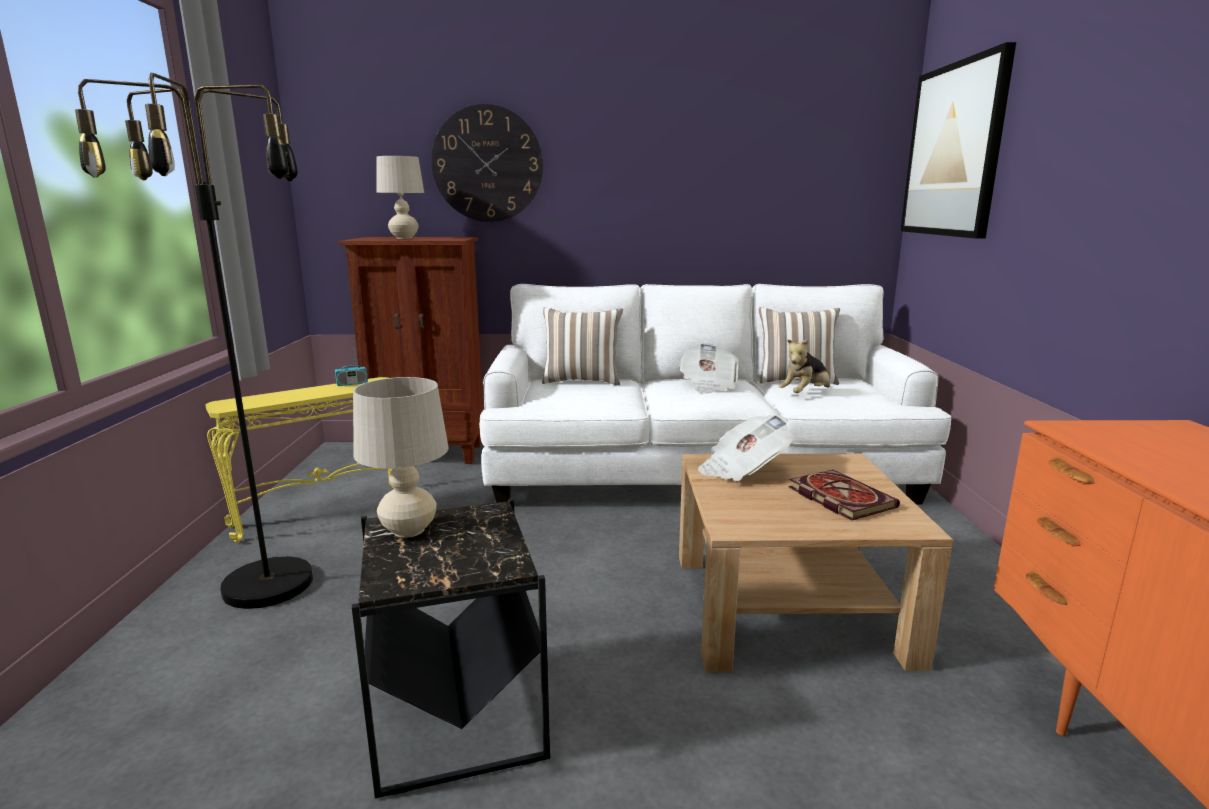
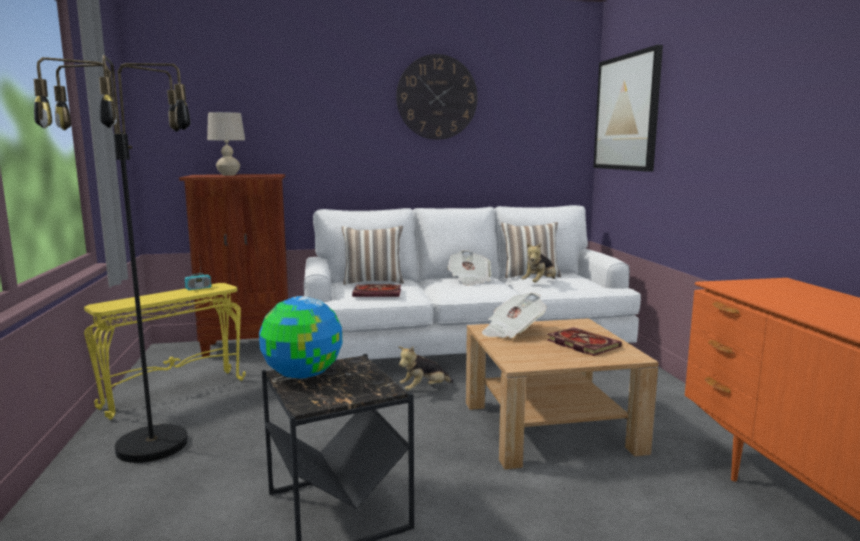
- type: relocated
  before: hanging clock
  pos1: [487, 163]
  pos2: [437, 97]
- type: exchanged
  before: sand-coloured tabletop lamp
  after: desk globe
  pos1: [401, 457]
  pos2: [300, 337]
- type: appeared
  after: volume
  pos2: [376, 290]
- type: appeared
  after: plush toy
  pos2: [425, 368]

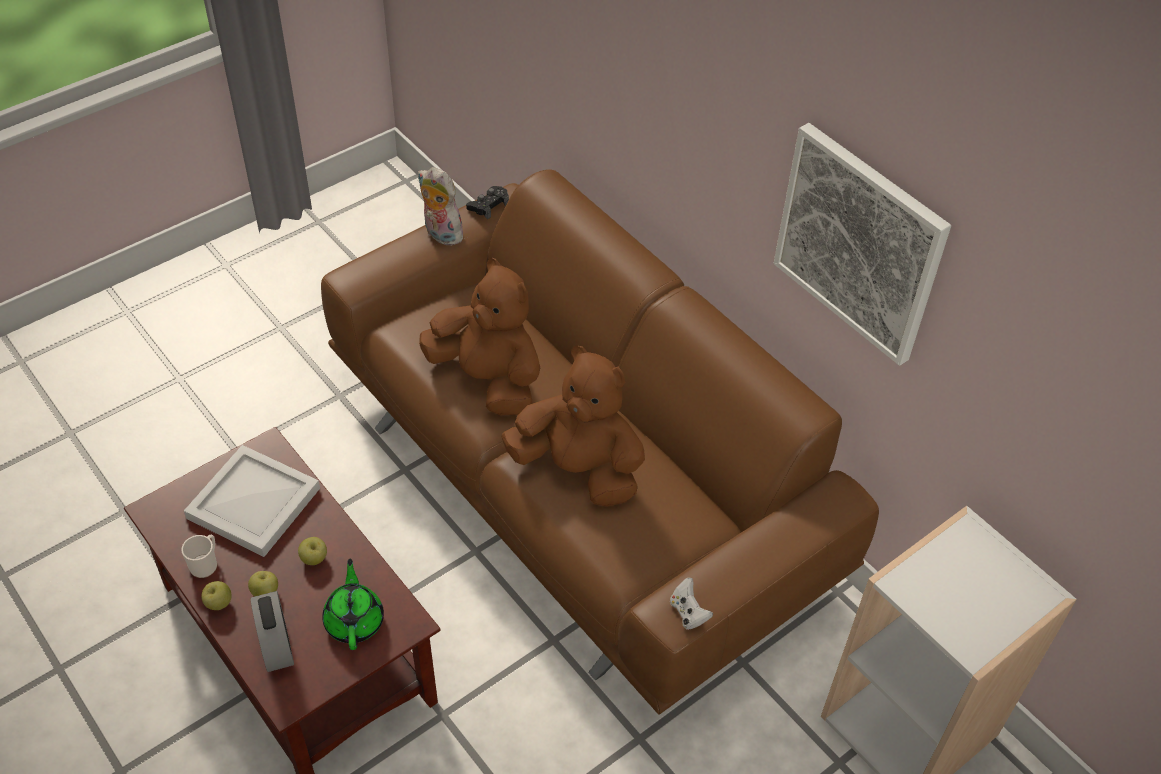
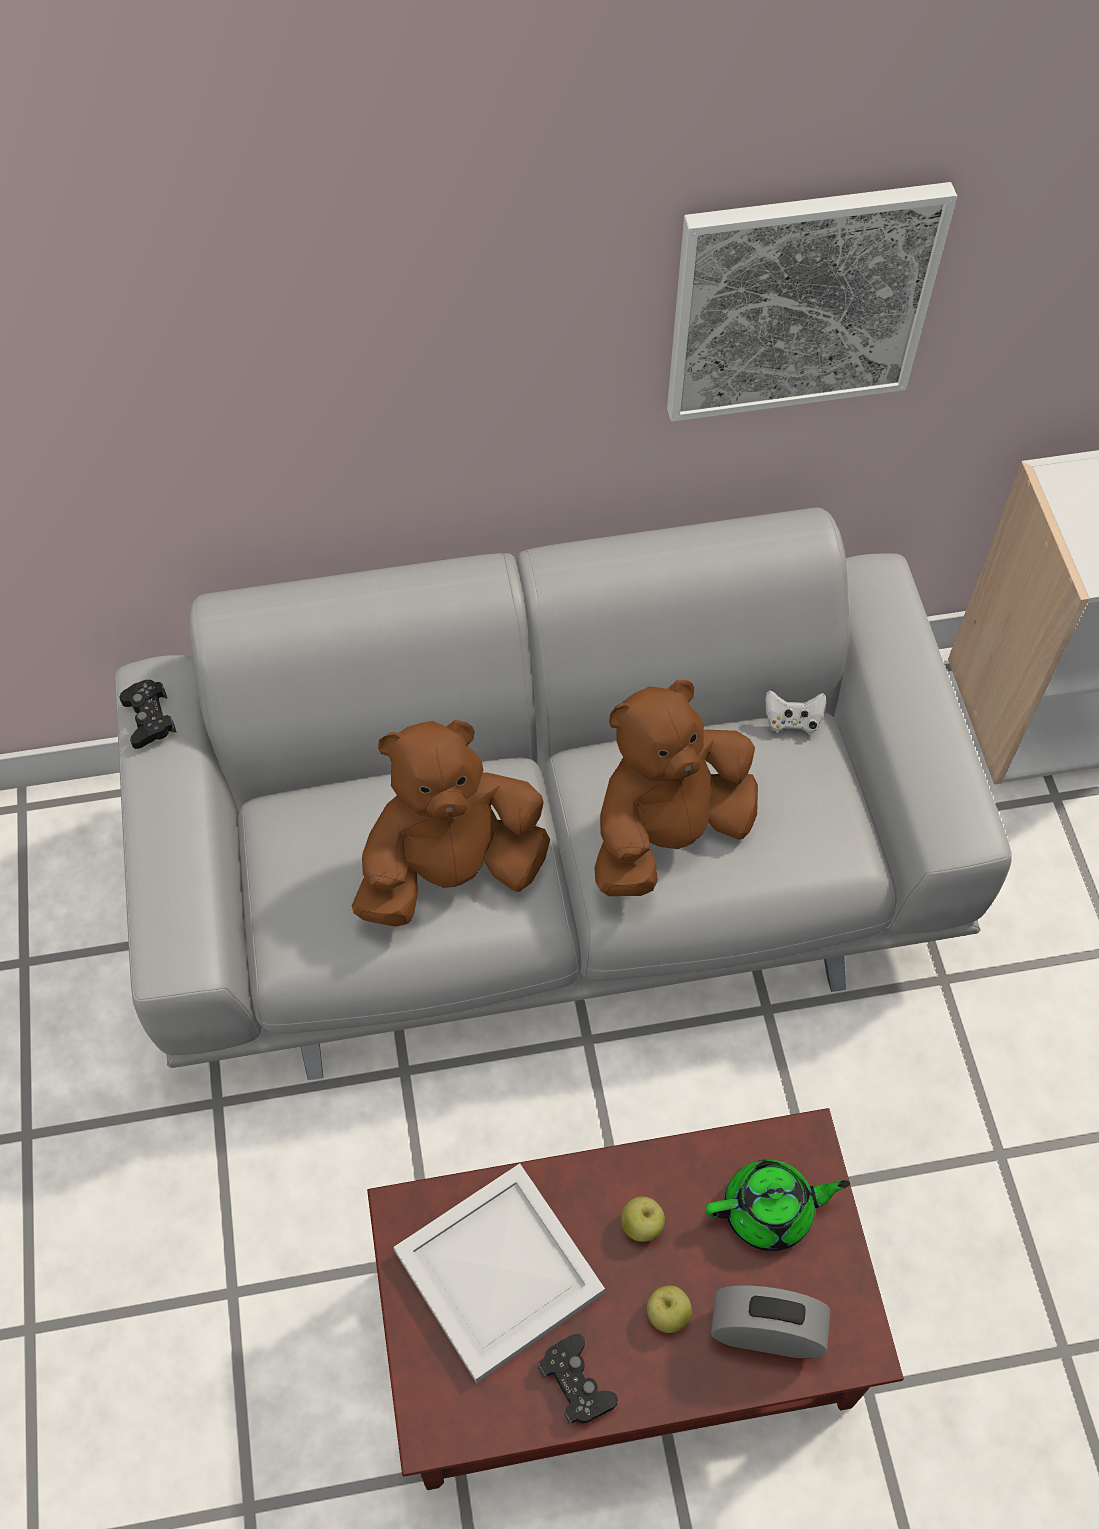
- type: missing
  before: plush toy
  pos1: [441, 206]
- type: colour
  before: brown couch
  after: gray couch
  pos1: [600, 442]
  pos2: [563, 794]
- type: exchanged
  before: coffee mug
  after: black gamepad
  pos1: [199, 556]
  pos2: [578, 1379]
- type: spun
  before: greenish teapot
  pos1: [353, 604]
  pos2: [777, 1205]
  turn: 150
- type: relocated
  before: white-coloured gamepad
  pos1: [691, 604]
  pos2: [795, 711]
- type: missing
  before: apple
  pos1: [216, 595]

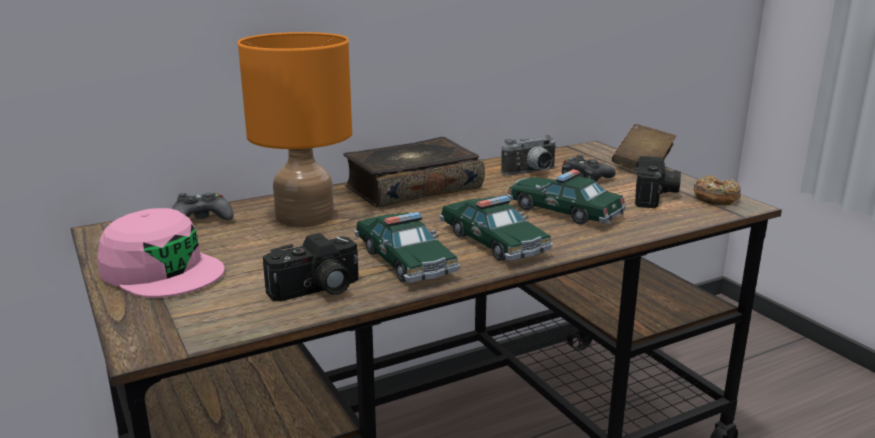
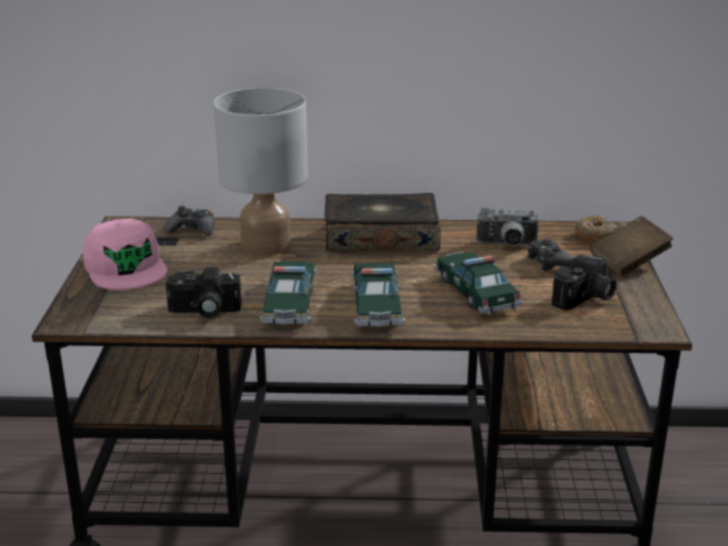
- type: colour
  before: orange tabletop lamp
  after: gray tabletop lamp
  pos1: [295, 129]
  pos2: [261, 171]
- type: relocated
  before: ring doughnut
  pos1: [717, 190]
  pos2: [596, 229]

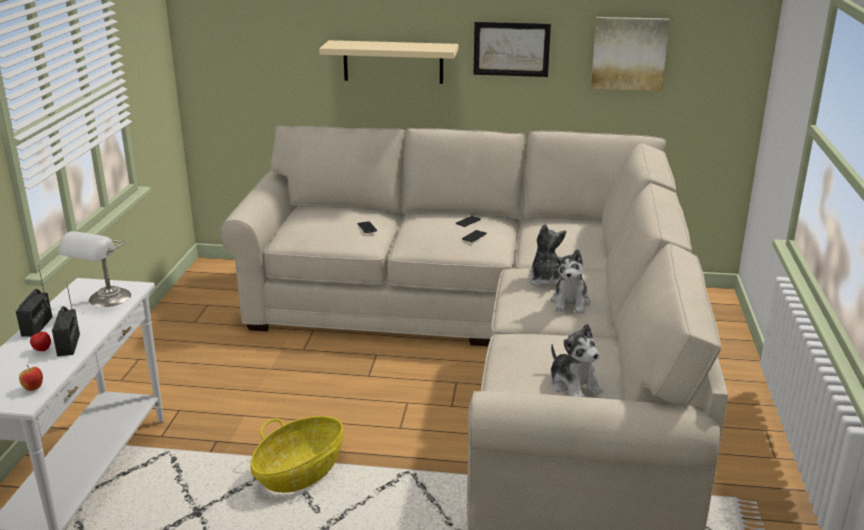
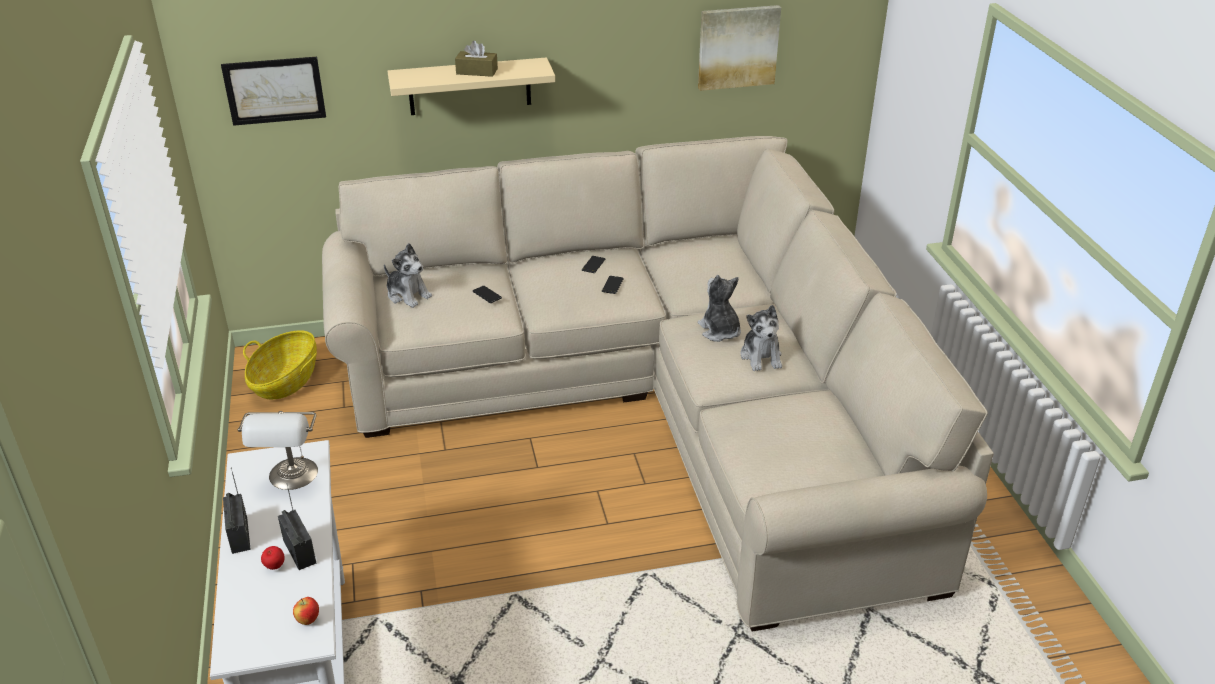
- type: relocated
  before: picture
  pos1: [512, 49]
  pos2: [273, 91]
- type: relocated
  before: plush toy
  pos1: [576, 360]
  pos2: [408, 275]
- type: relocated
  before: household basket
  pos1: [296, 454]
  pos2: [280, 364]
- type: appeared
  after: brown tissue box
  pos2: [476, 59]

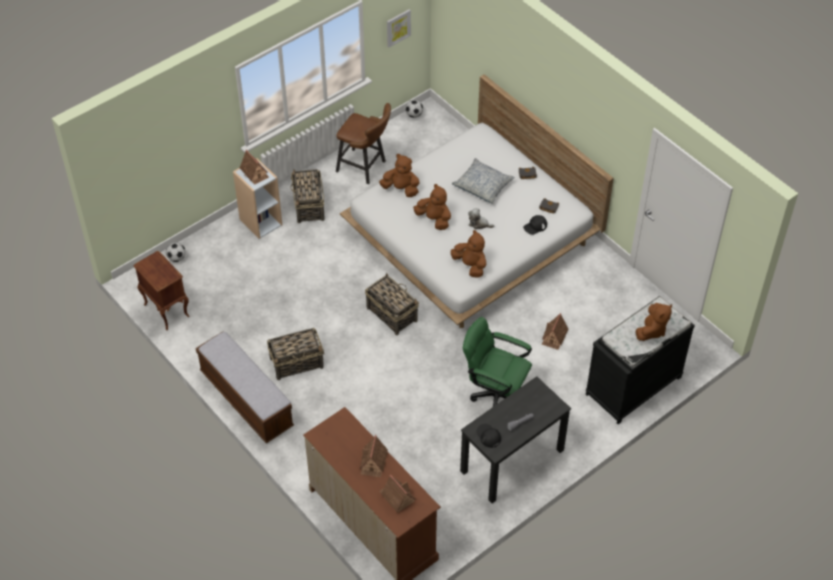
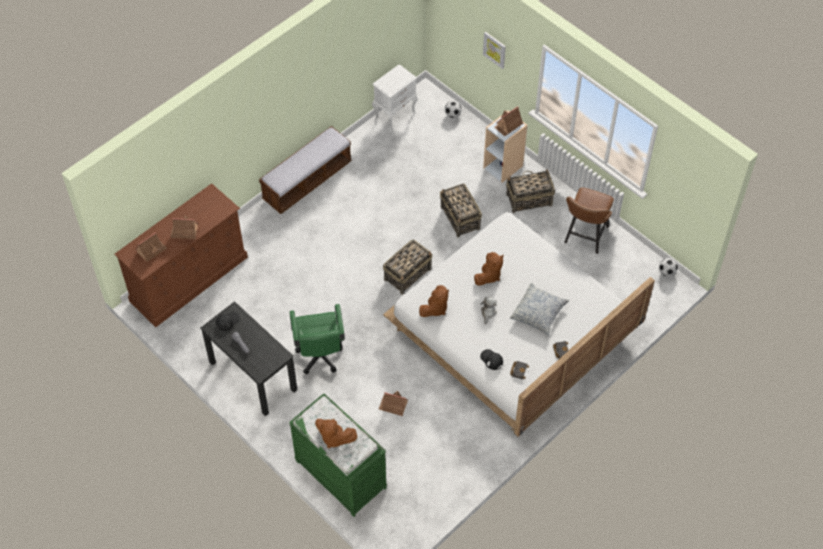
- type: relocated
  before: picture
  pos1: [399, 28]
  pos2: [494, 50]
- type: missing
  before: brown plush toy
  pos1: [399, 175]
- type: colour
  before: brown night table
  after: white-coloured night table
  pos1: [162, 290]
  pos2: [395, 99]
- type: colour
  before: black dresser
  after: greenish dresser
  pos1: [640, 360]
  pos2: [338, 455]
- type: spun
  before: greenish computer chair
  pos1: [497, 362]
  pos2: [317, 339]
  turn: 150
- type: relocated
  before: household basket
  pos1: [295, 354]
  pos2: [461, 210]

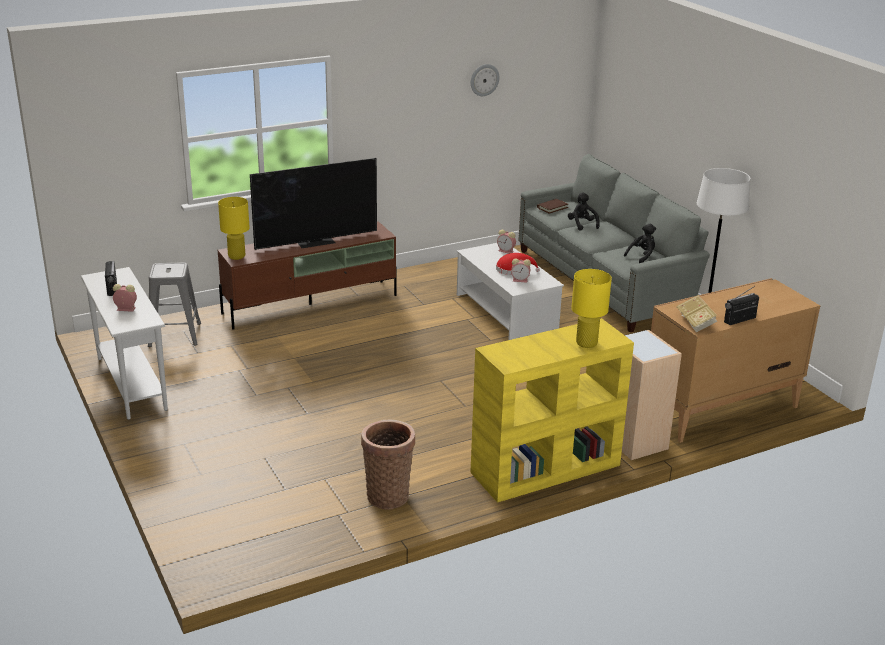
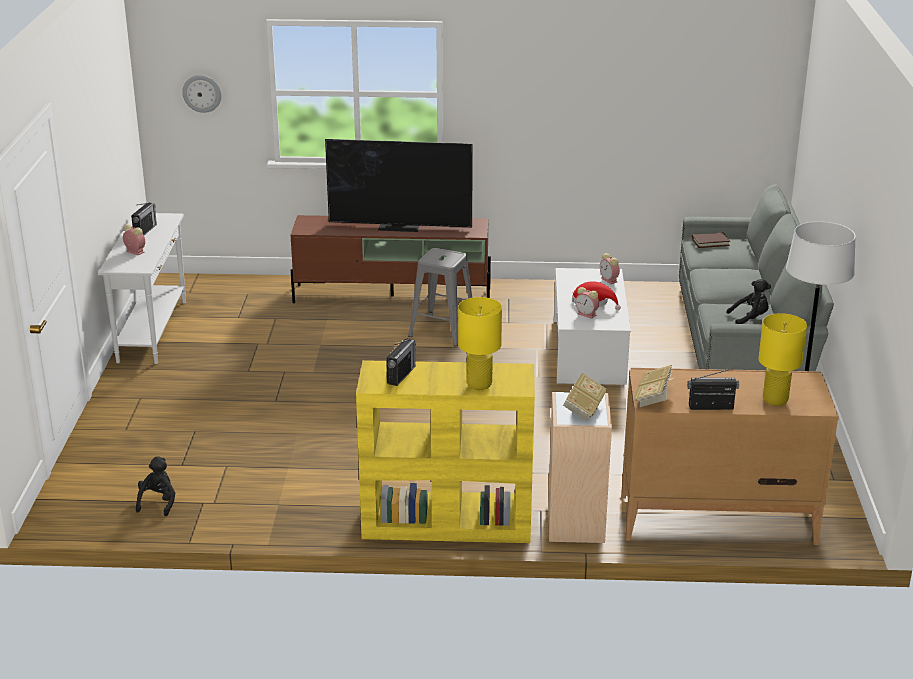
- type: relocated
  before: hanging clock
  pos1: [485, 80]
  pos2: [201, 94]
- type: relocated
  before: black plush toy
  pos1: [584, 211]
  pos2: [155, 486]
- type: relocated
  before: yellow-coloured tabletop lamp
  pos1: [234, 228]
  pos2: [782, 359]
- type: relocated
  before: gray stool seat
  pos1: [174, 304]
  pos2: [440, 297]
- type: missing
  before: household basket
  pos1: [388, 465]
- type: appeared
  after: radio receiver
  pos2: [401, 362]
- type: appeared
  after: volume
  pos2: [585, 397]

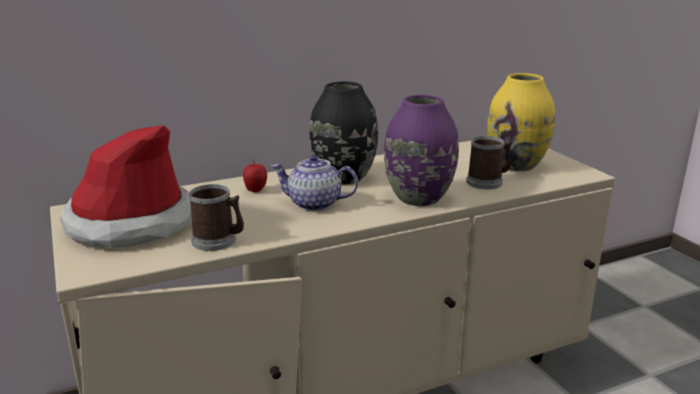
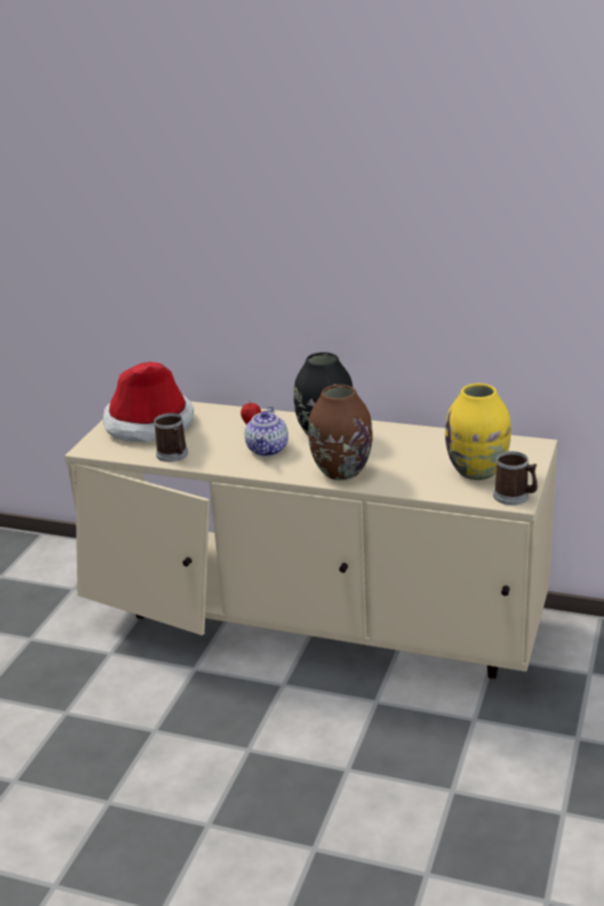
- type: colour
  before: purplish vase
  after: brown vase
  pos1: [421, 150]
  pos2: [340, 432]
- type: relocated
  before: coffee mug
  pos1: [489, 162]
  pos2: [515, 478]
- type: spun
  before: teapot
  pos1: [314, 182]
  pos2: [266, 431]
  turn: -135

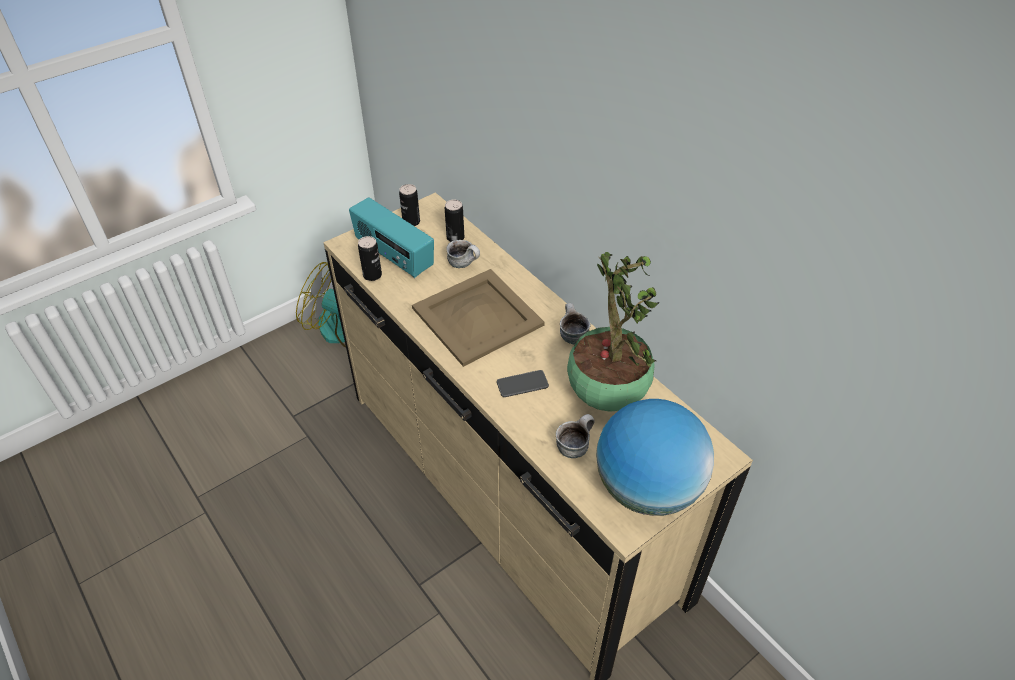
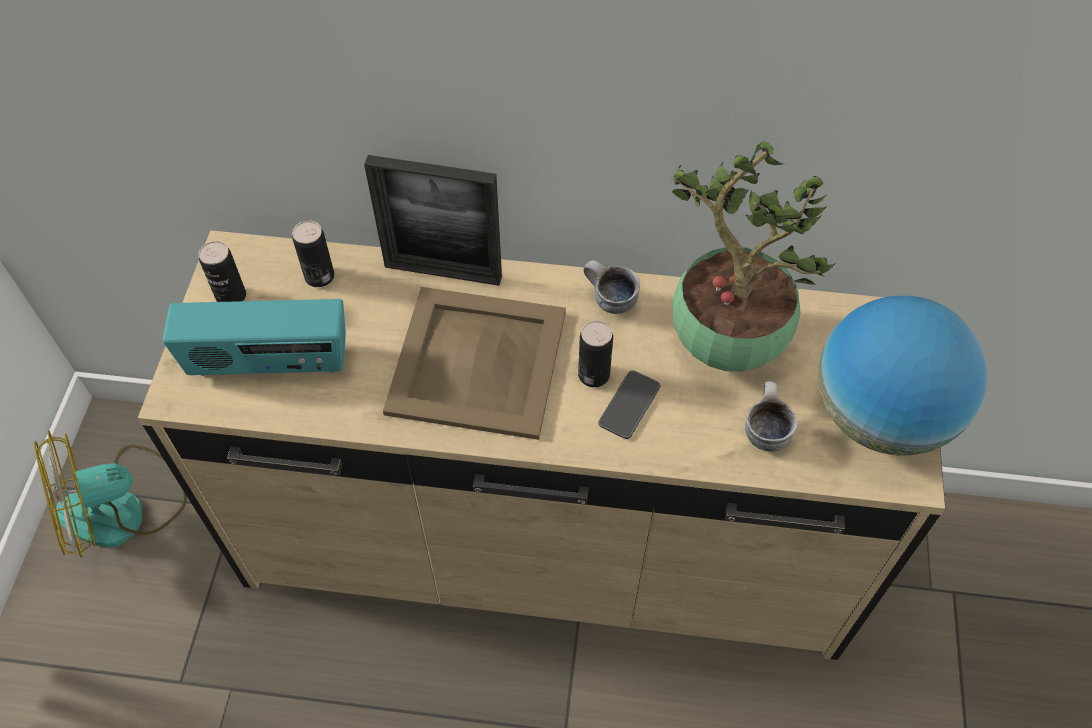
- type: relocated
  before: metal can
  pos1: [370, 258]
  pos2: [595, 353]
- type: missing
  before: coffee mug
  pos1: [463, 254]
- type: appeared
  after: photo frame
  pos2: [433, 220]

